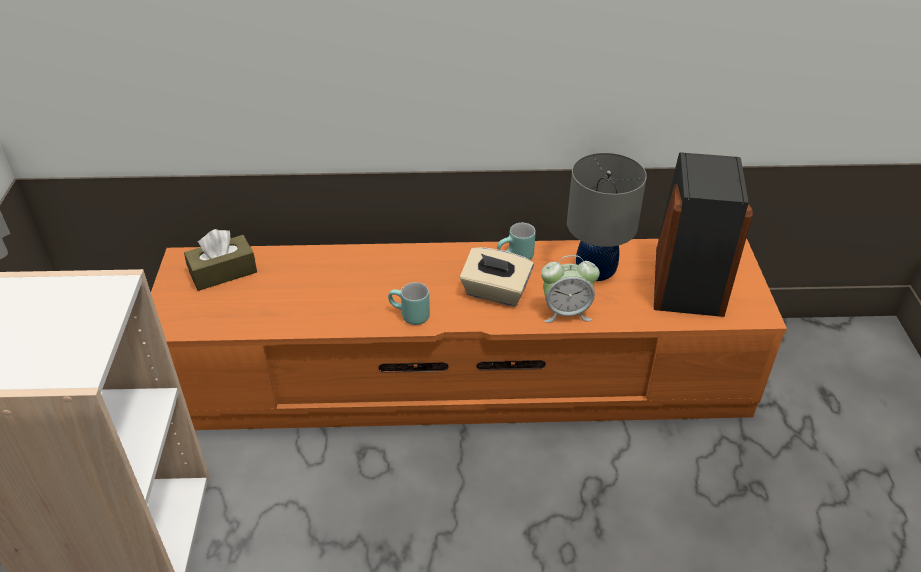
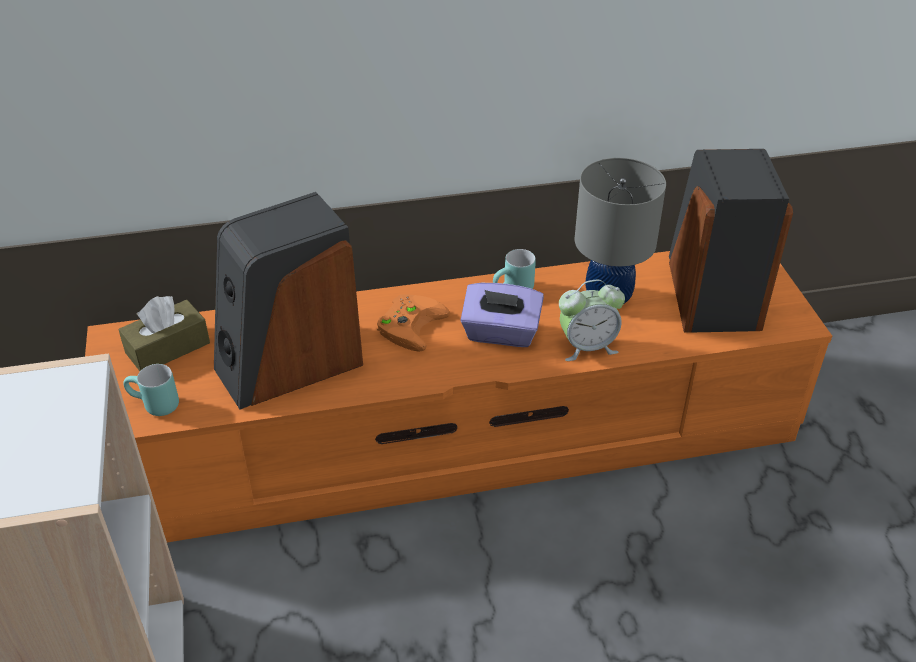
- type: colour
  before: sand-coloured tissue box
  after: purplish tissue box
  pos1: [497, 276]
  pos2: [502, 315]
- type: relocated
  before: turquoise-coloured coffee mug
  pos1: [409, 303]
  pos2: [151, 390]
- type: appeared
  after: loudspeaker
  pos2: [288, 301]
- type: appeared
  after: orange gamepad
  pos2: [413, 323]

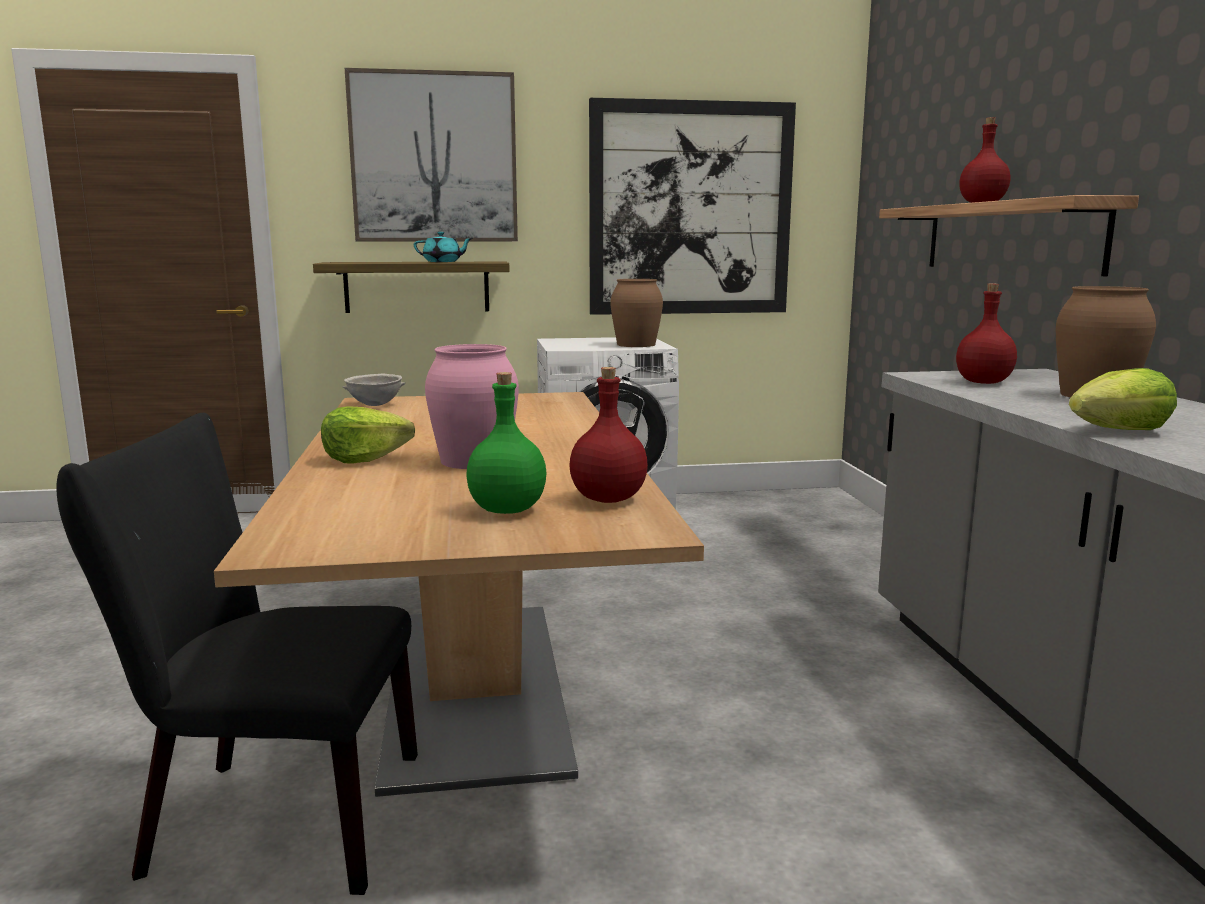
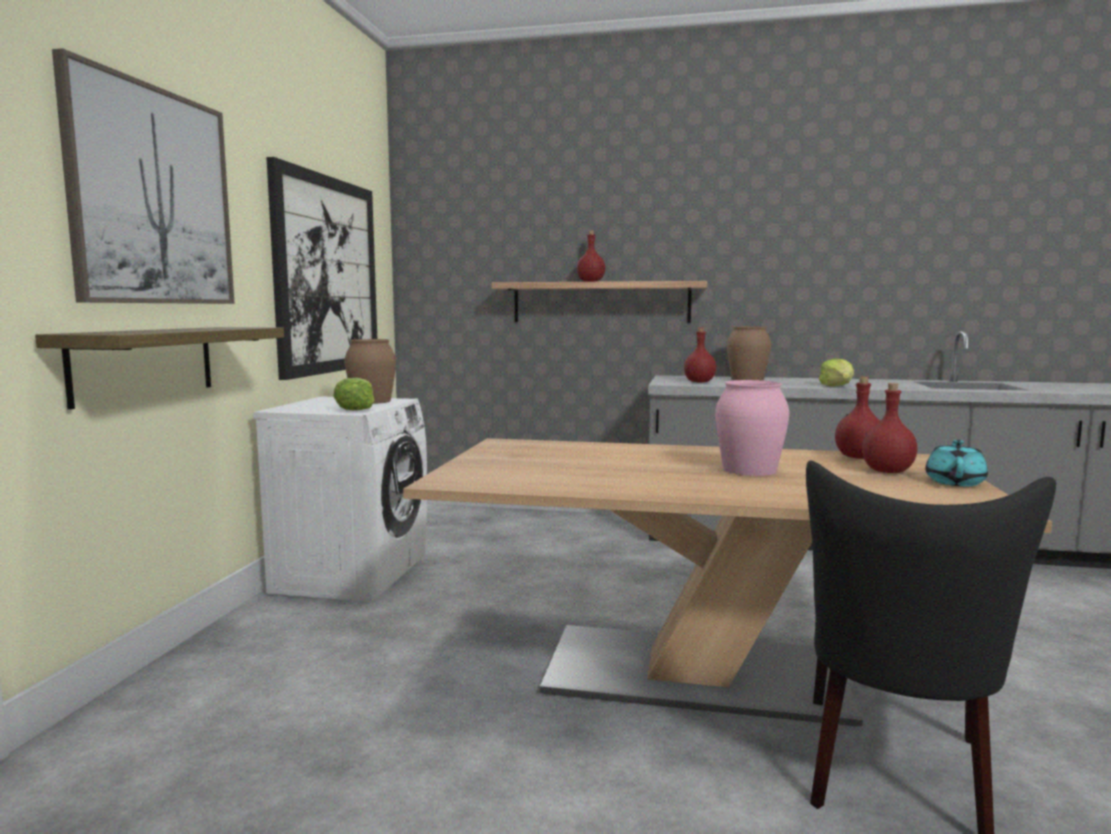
- type: relocated
  before: turquoise-coloured teapot
  pos1: [443, 247]
  pos2: [956, 463]
- type: colour
  before: greenish beverage bottle
  after: red-coloured beverage bottle
  pos1: [506, 443]
  pos2: [890, 428]
- type: missing
  before: gray deep dish
  pos1: [374, 390]
- type: relocated
  before: lettuce head
  pos1: [368, 434]
  pos2: [354, 394]

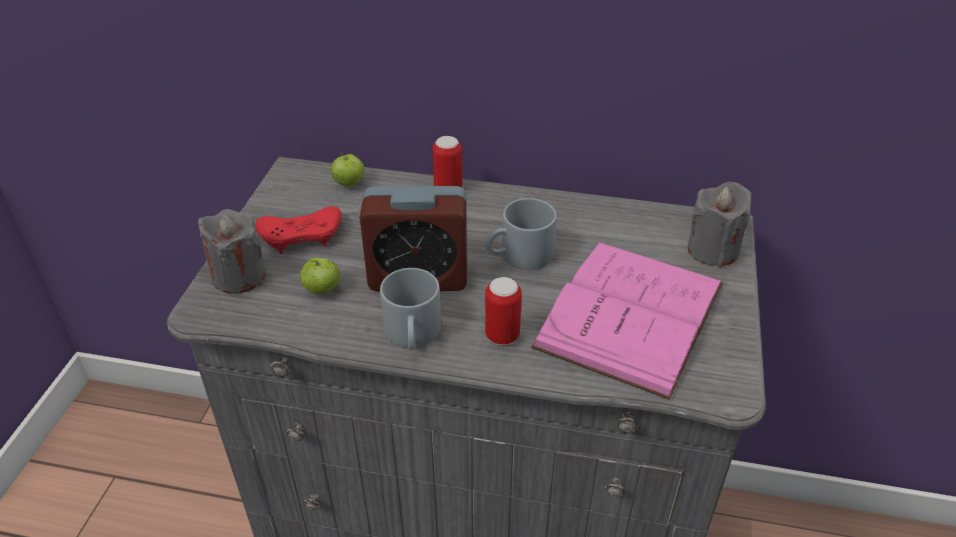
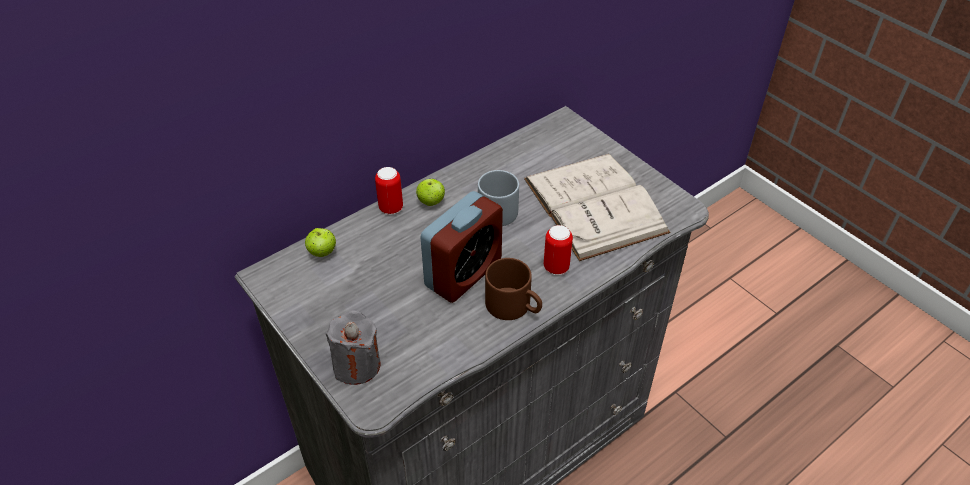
- type: missing
  before: gray candle
  pos1: [719, 225]
- type: missing
  before: red-coloured gamepad
  pos1: [298, 230]
- type: colour
  before: pinkish volume
  after: white-coloured volume
  pos1: [627, 321]
  pos2: [597, 207]
- type: relocated
  before: apple
  pos1: [320, 276]
  pos2: [430, 192]
- type: colour
  before: gray coffee mug
  after: brown coffee mug
  pos1: [410, 309]
  pos2: [513, 289]

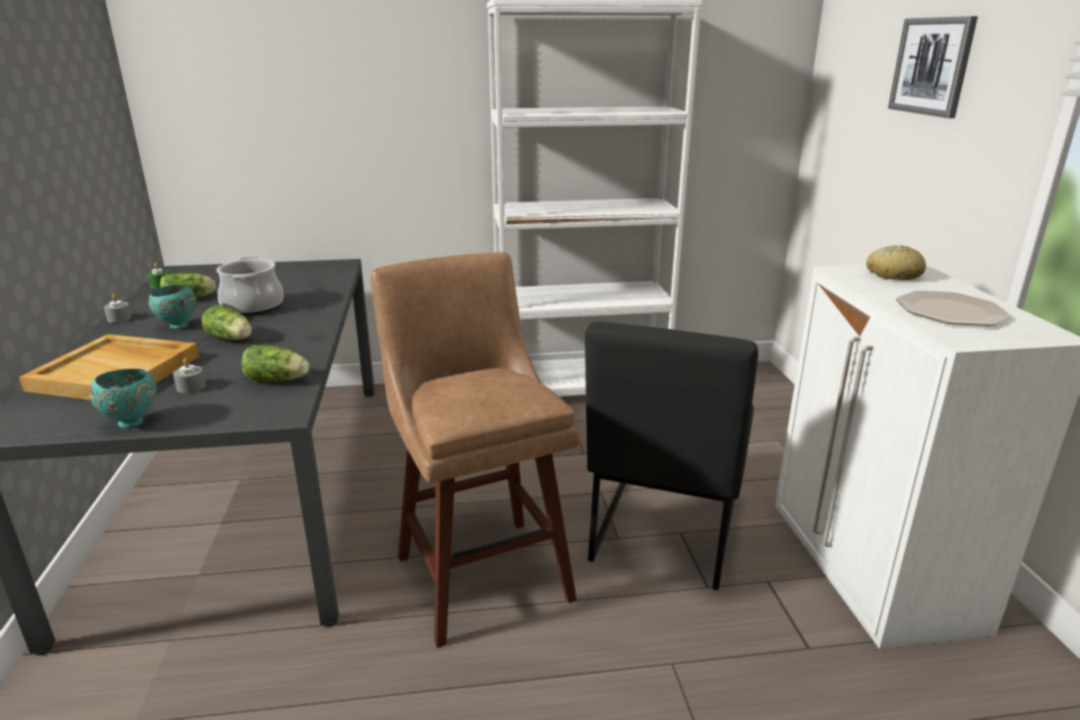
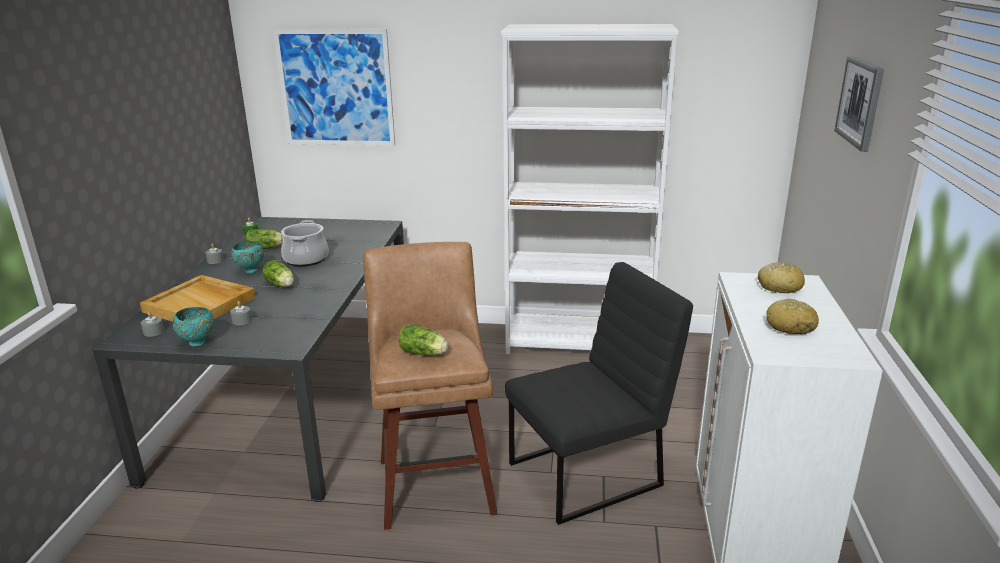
- type: exchanged
  before: dinner plate
  after: bakery bread
  pos1: [953, 308]
  pos2: [792, 316]
- type: spun
  before: black plain chair
  pos1: [671, 456]
  pos2: [599, 393]
  turn: -150
- type: relocated
  before: lettuce head
  pos1: [275, 363]
  pos2: [423, 340]
- type: appeared
  after: picture
  pos2: [334, 87]
- type: appeared
  after: gray candle
  pos2: [152, 324]

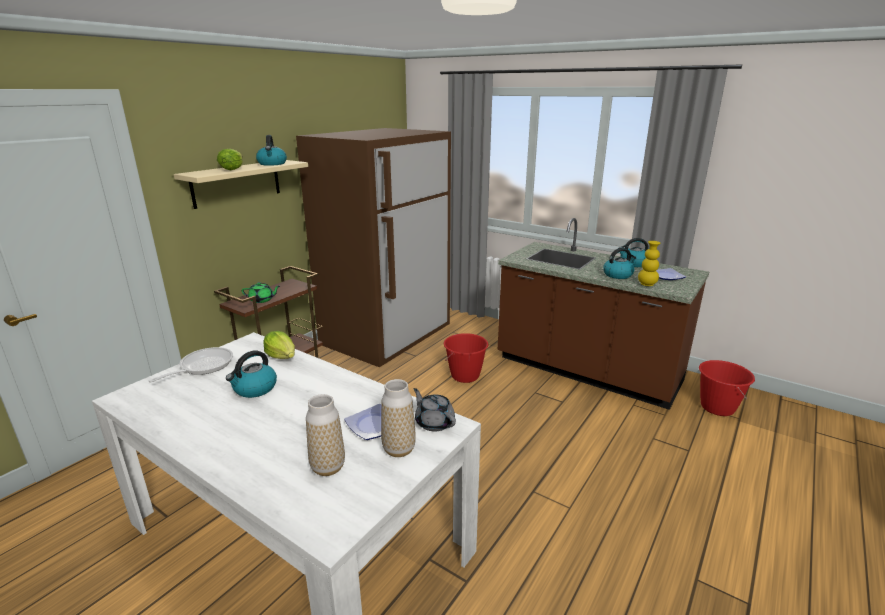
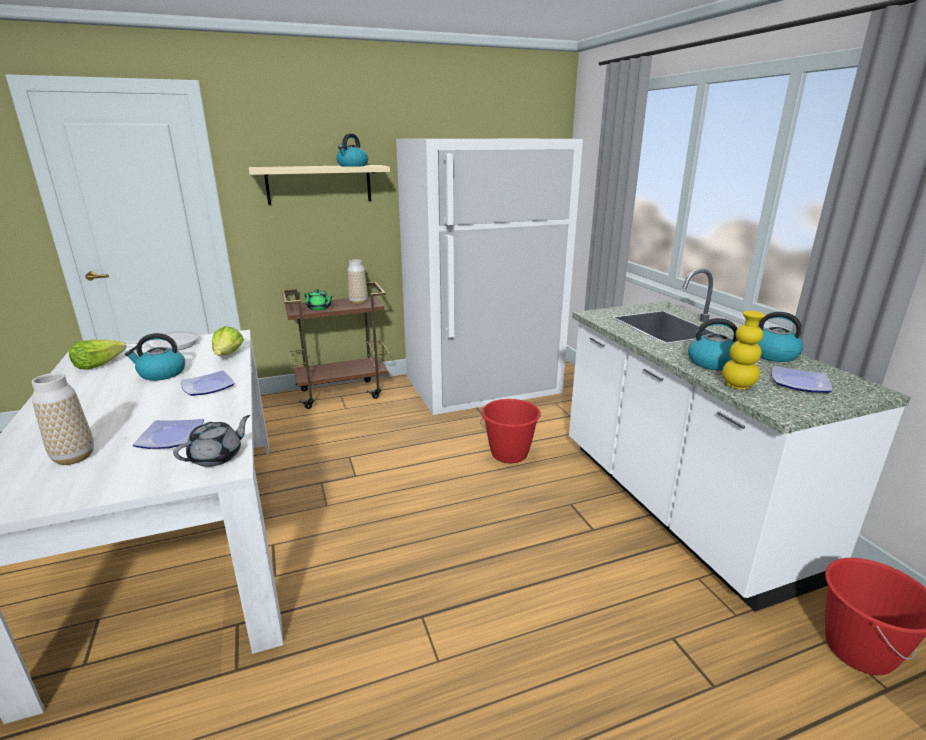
- type: colour
  before: brown fridge
  after: white-coloured fridge
  pos1: [373, 247]
  pos2: [489, 277]
- type: relocated
  before: lettuce head
  pos1: [230, 159]
  pos2: [97, 355]
- type: colour
  before: brown kitchen base unit
  after: white-coloured kitchen base unit
  pos1: [603, 314]
  pos2: [740, 440]
- type: relocated
  before: vase
  pos1: [398, 418]
  pos2: [358, 282]
- type: spun
  before: gray teapot
  pos1: [435, 410]
  pos2: [211, 441]
  turn: 45
- type: appeared
  after: dinner plate
  pos2: [207, 383]

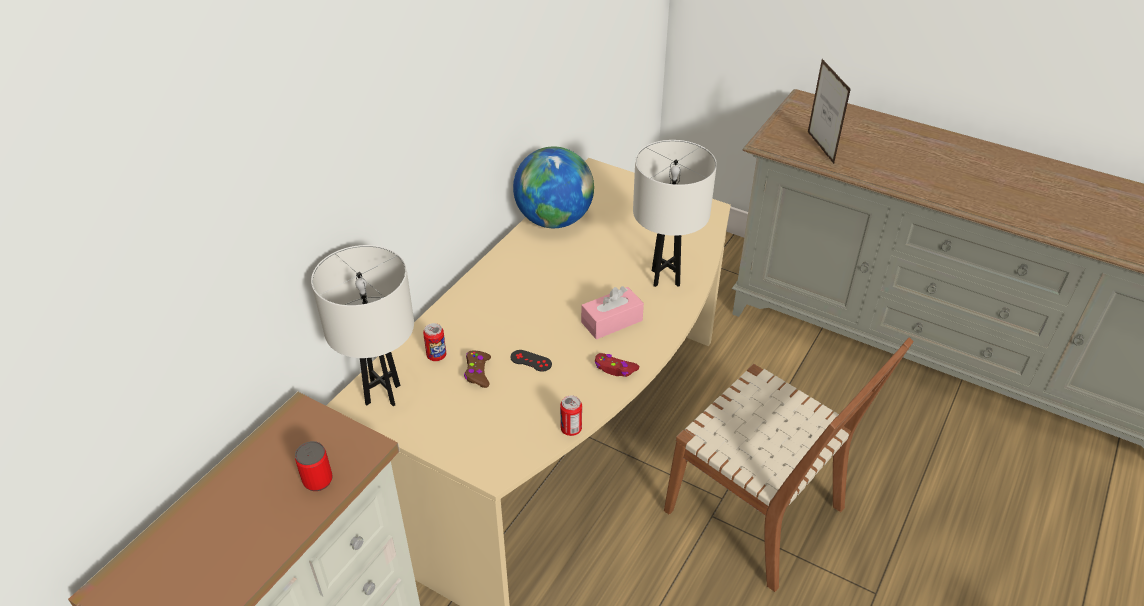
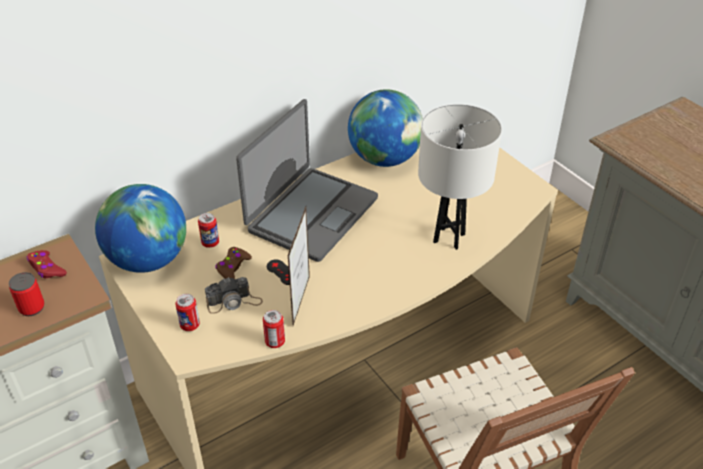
- type: relocated
  before: photo frame
  pos1: [829, 111]
  pos2: [298, 266]
- type: exchanged
  before: white-coloured tabletop lamp
  after: desk globe
  pos1: [362, 326]
  pos2: [140, 228]
- type: missing
  before: pinkish tissue box
  pos1: [612, 312]
- type: relocated
  before: red-coloured gamepad
  pos1: [617, 365]
  pos2: [47, 264]
- type: appeared
  after: portable computer
  pos2: [307, 180]
- type: appeared
  after: still camera
  pos2: [234, 295]
- type: appeared
  after: metal can
  pos2: [187, 312]

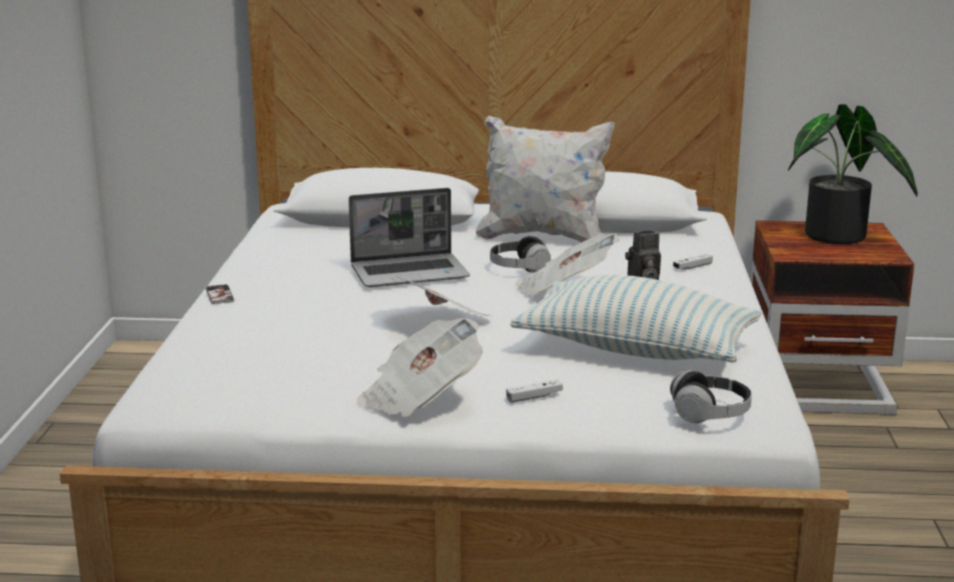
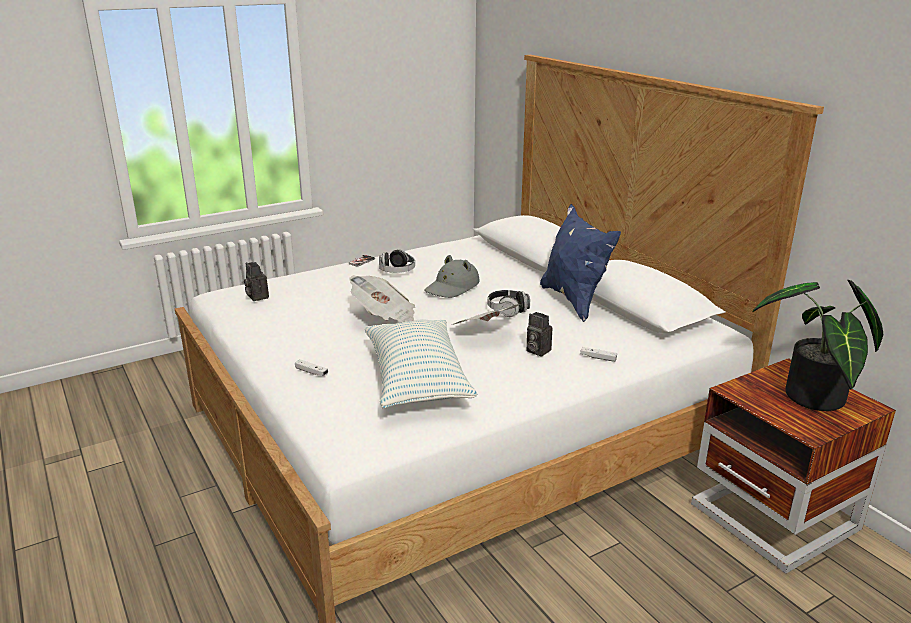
- type: colour
  before: white-coloured pillow
  after: blue pillow
  pos1: [545, 178]
  pos2: [580, 263]
- type: exchanged
  before: portable computer
  after: gray wearable hat
  pos1: [409, 237]
  pos2: [452, 276]
- type: missing
  before: daily paper
  pos1: [420, 367]
- type: relocated
  before: pair of headphones
  pos1: [711, 396]
  pos2: [397, 261]
- type: appeared
  after: still camera
  pos2: [256, 281]

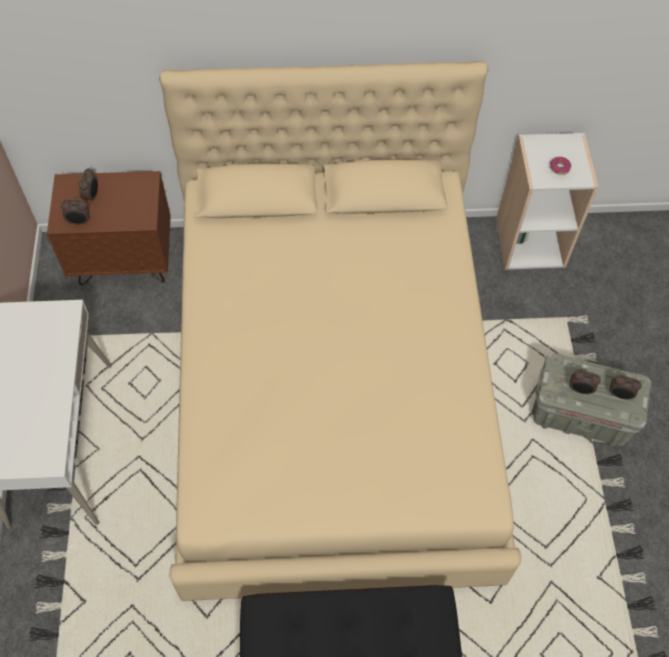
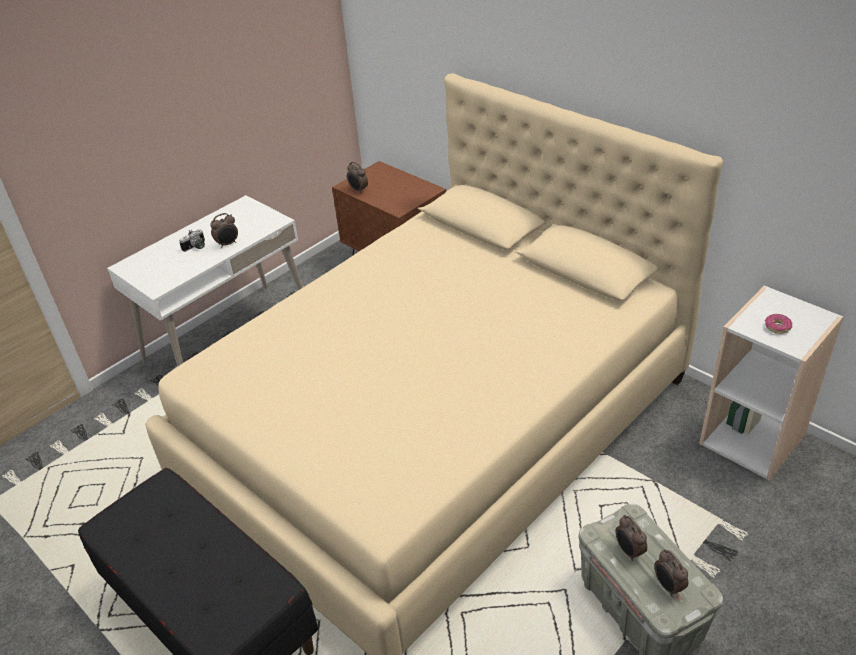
- type: relocated
  before: alarm clock
  pos1: [88, 185]
  pos2: [224, 230]
- type: appeared
  after: still camera
  pos2: [192, 240]

